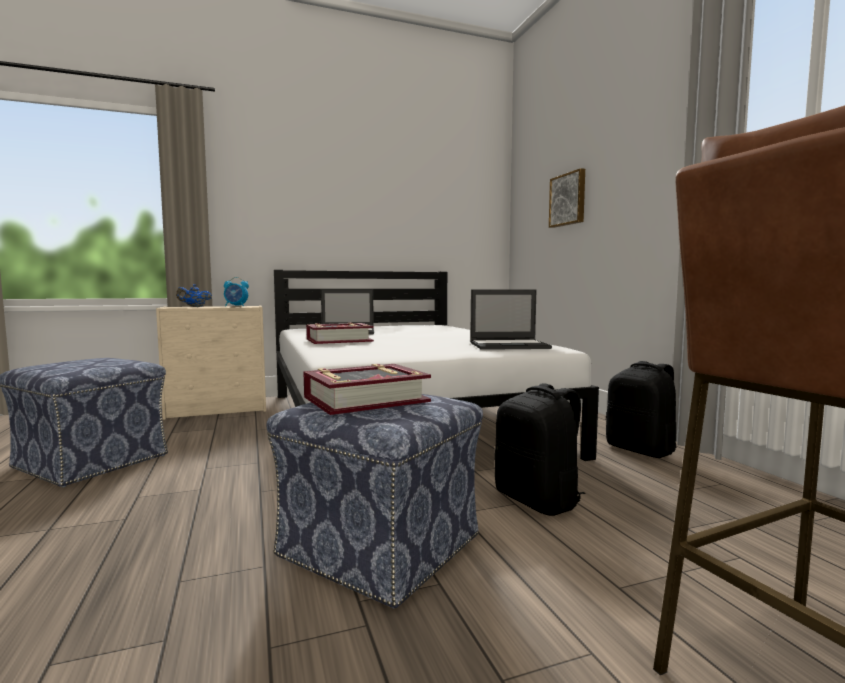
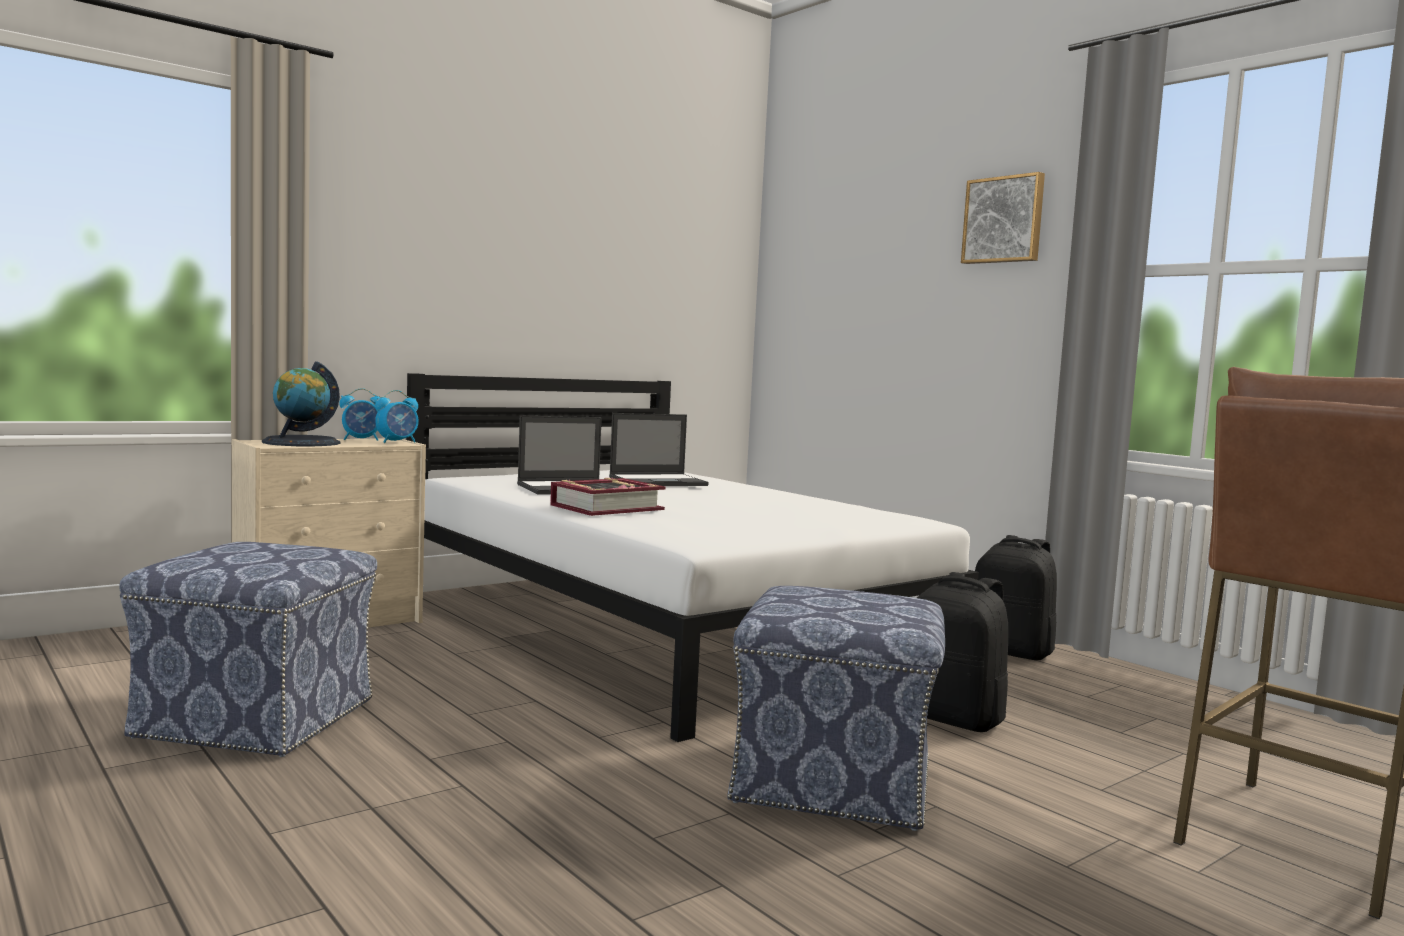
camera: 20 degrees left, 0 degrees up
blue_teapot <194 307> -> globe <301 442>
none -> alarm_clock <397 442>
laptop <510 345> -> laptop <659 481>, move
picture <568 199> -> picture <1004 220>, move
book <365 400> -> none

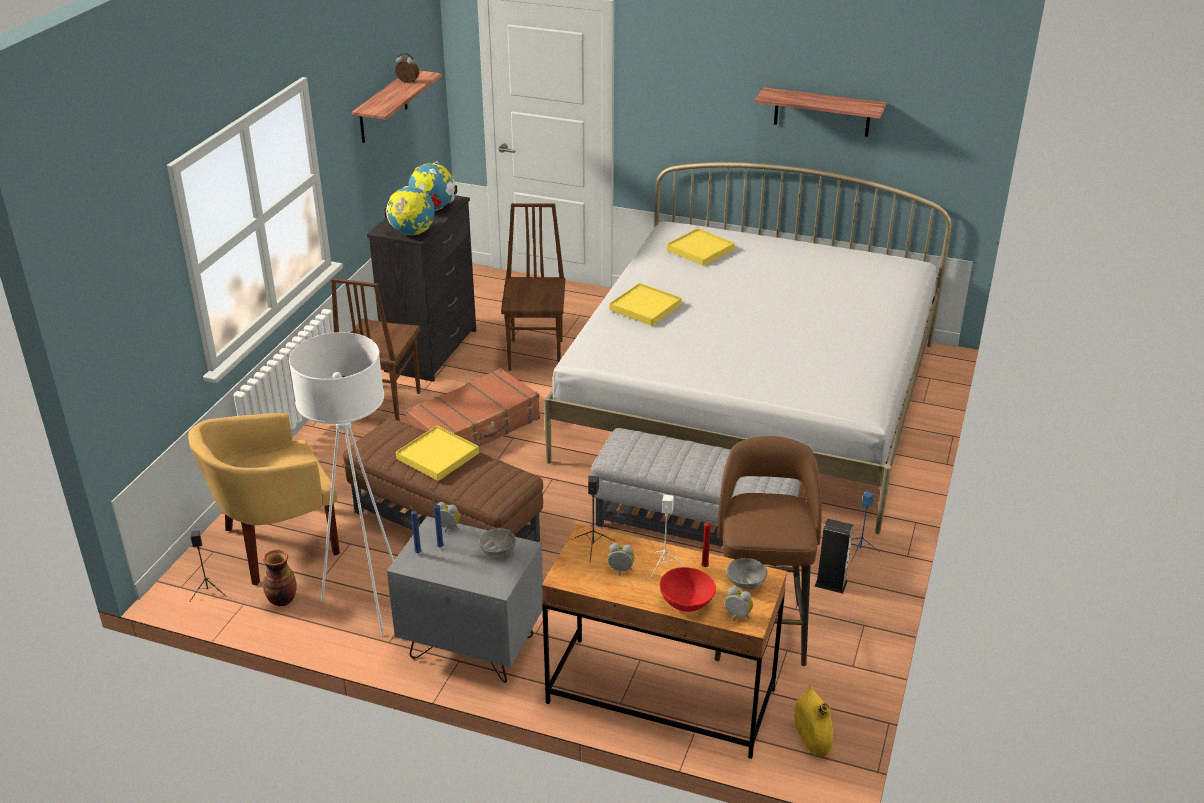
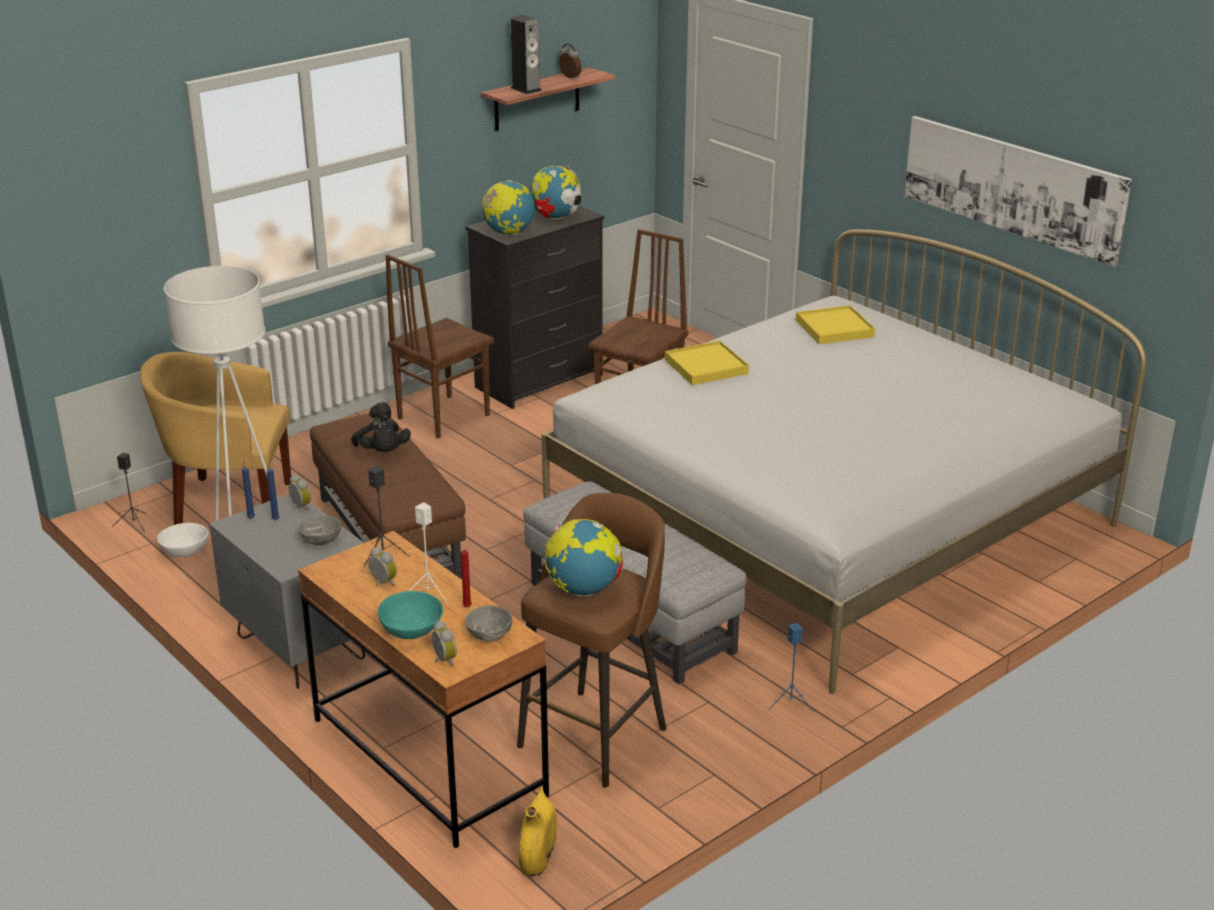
camera: 30 degrees right, 5 degrees down
vase <281 600> -> white_bowl <184 551>
yellow_tray <437 456> -> black_plush_toy <383 452>
red_bowl <686 601> -> turquoise_bowl <412 630>
speaker <830 583> -> speaker <526 89>, move
none -> globe <584 590>
shelf <822 112> -> picture <1012 187>
brown_suitcase <475 427> -> none

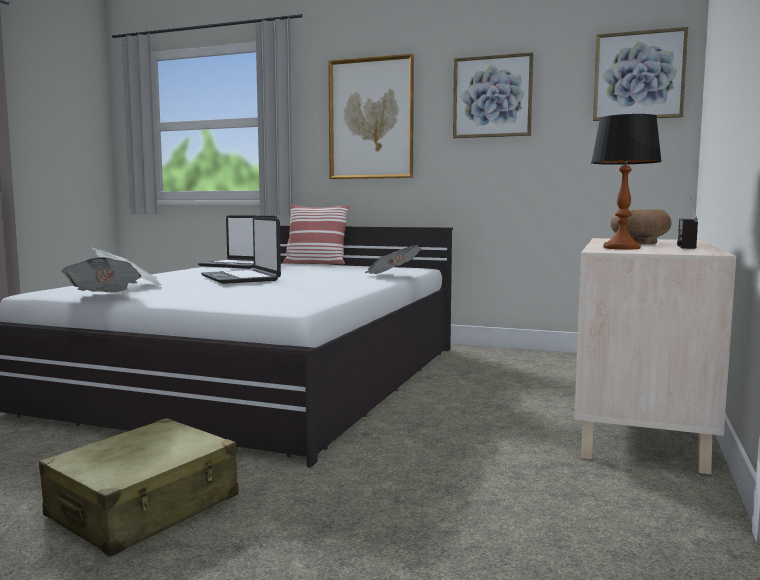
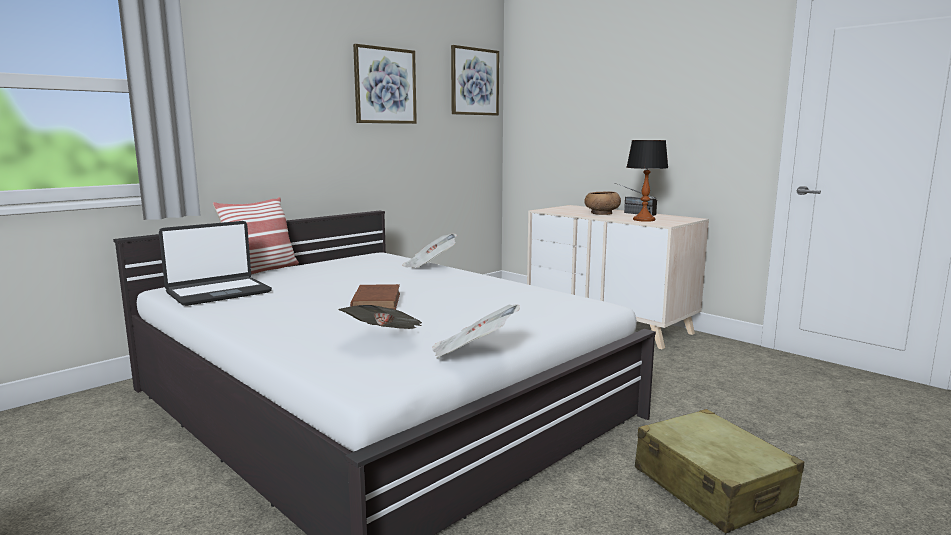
camera: 65 degrees left, 5 degrees up
laptop <241 278> -> brown_book <376 301>
picture <371 119> -> none

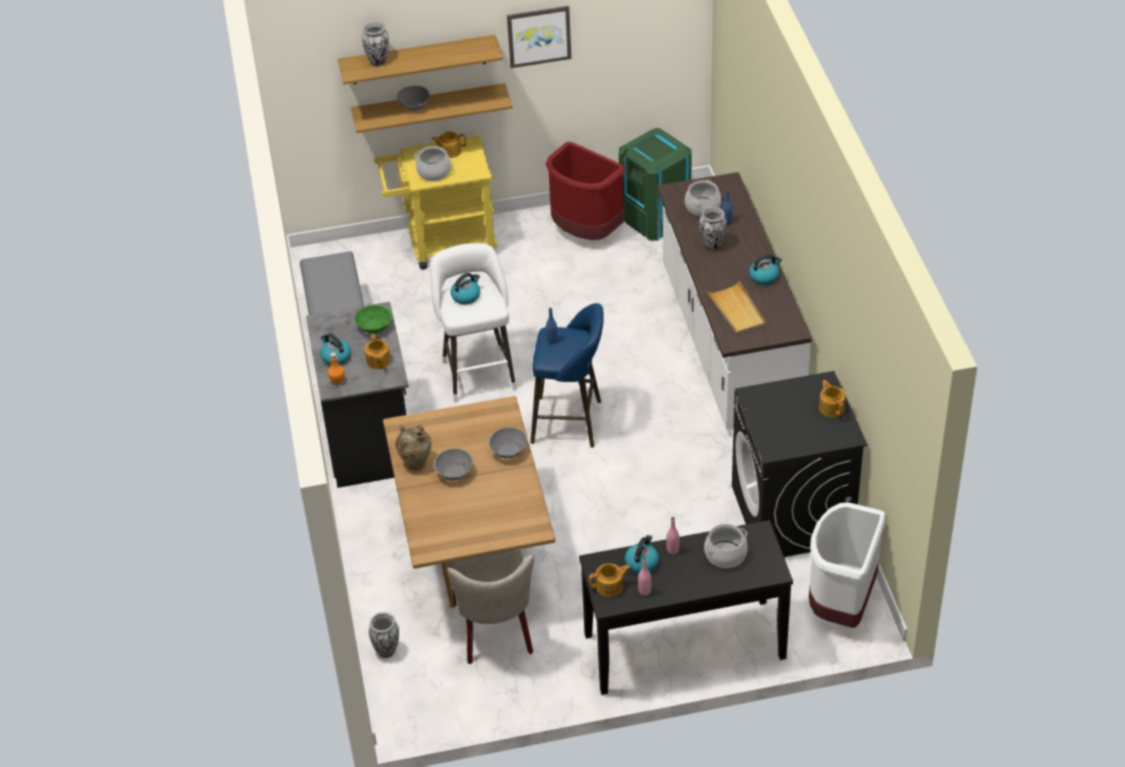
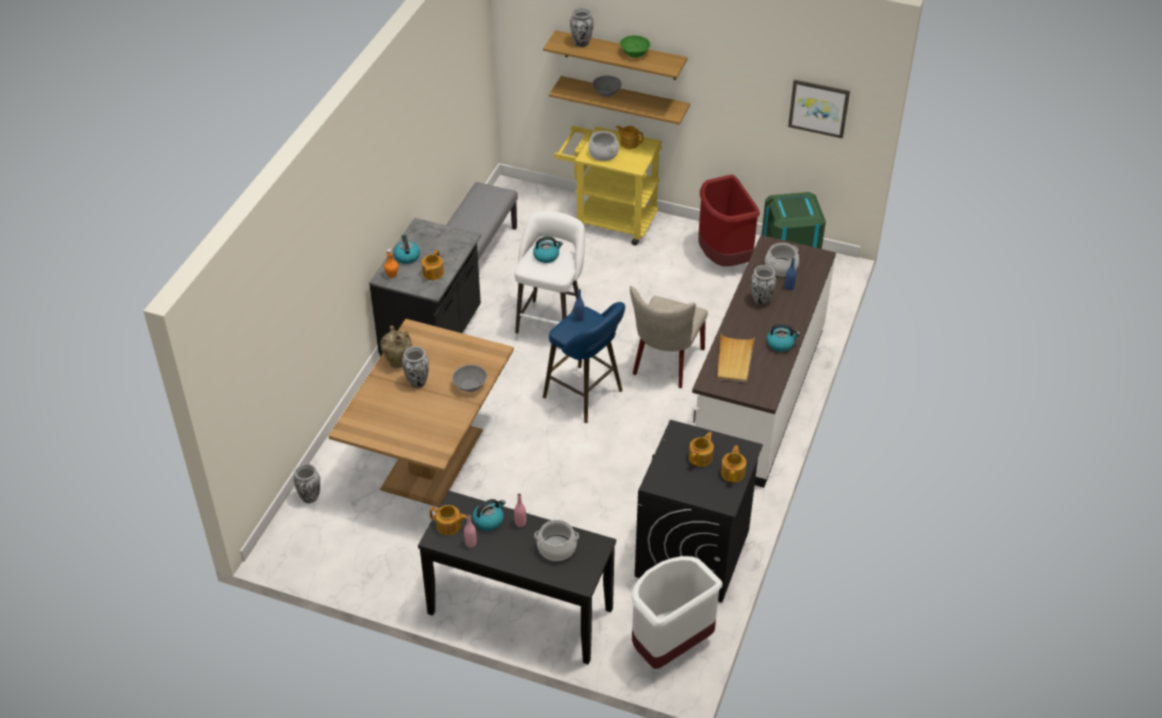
camera: 30 degrees right, 0 degrees up
grey_bowl <454 473> -> vase <417 382>
green_bowl <374 328> -> green_bowl <634 54>, move
beige_chair <496 633> -> beige_chair <665 364>, move
none -> teapot <701 457>
picture <539 36> -> picture <819 108>, move

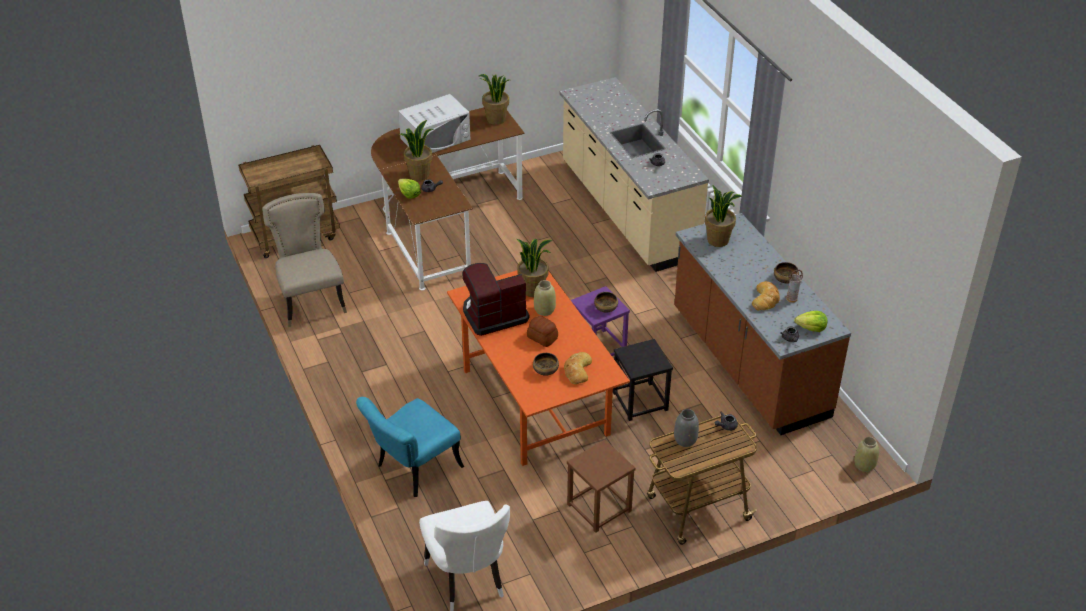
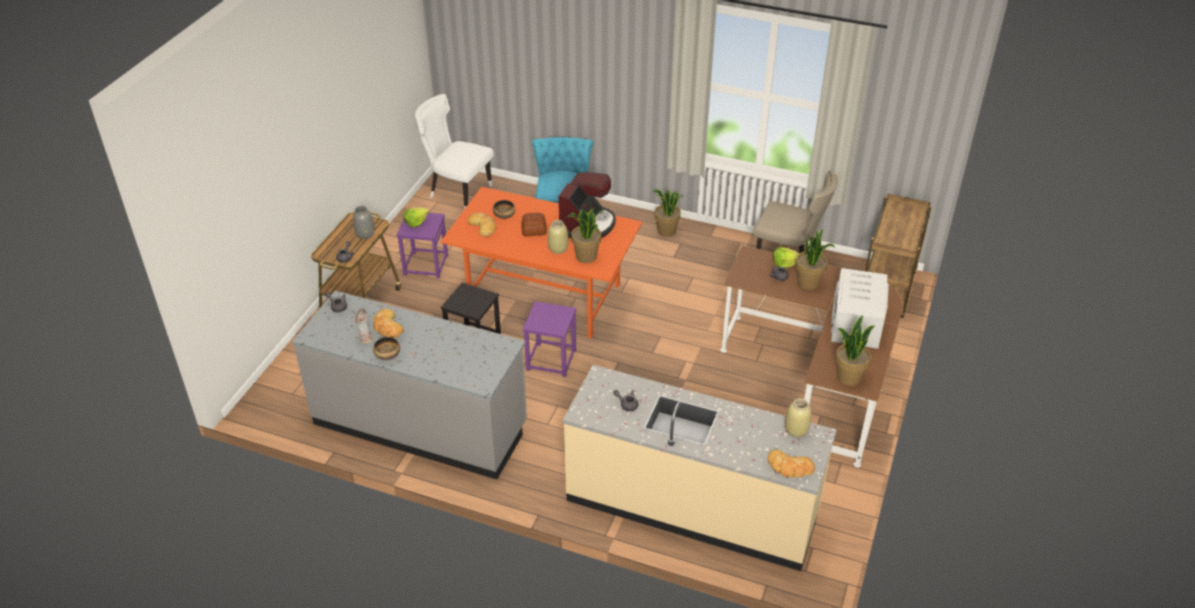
camera: 135 degrees right, 0 degrees up
brown_counter <748 364> -> grey_counter <421 424>
brown_stool <599 508> -> purple_stool <425 265>
lettuce <811 328> -> lettuce <416 222>, move
potted_plant <718 240> -> potted_plant <666 231>, move
none -> bread <790 467>
beige_vase <864 465> -> beige_vase <796 430>, move
bowl <606 307> -> none

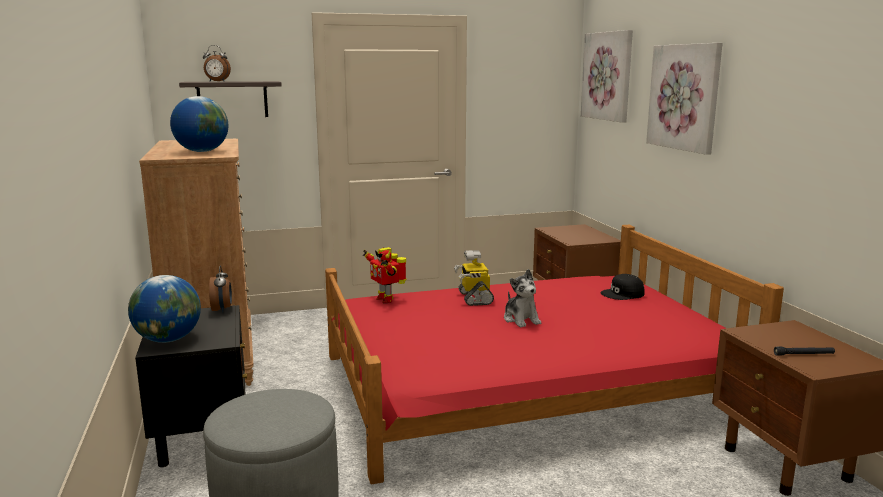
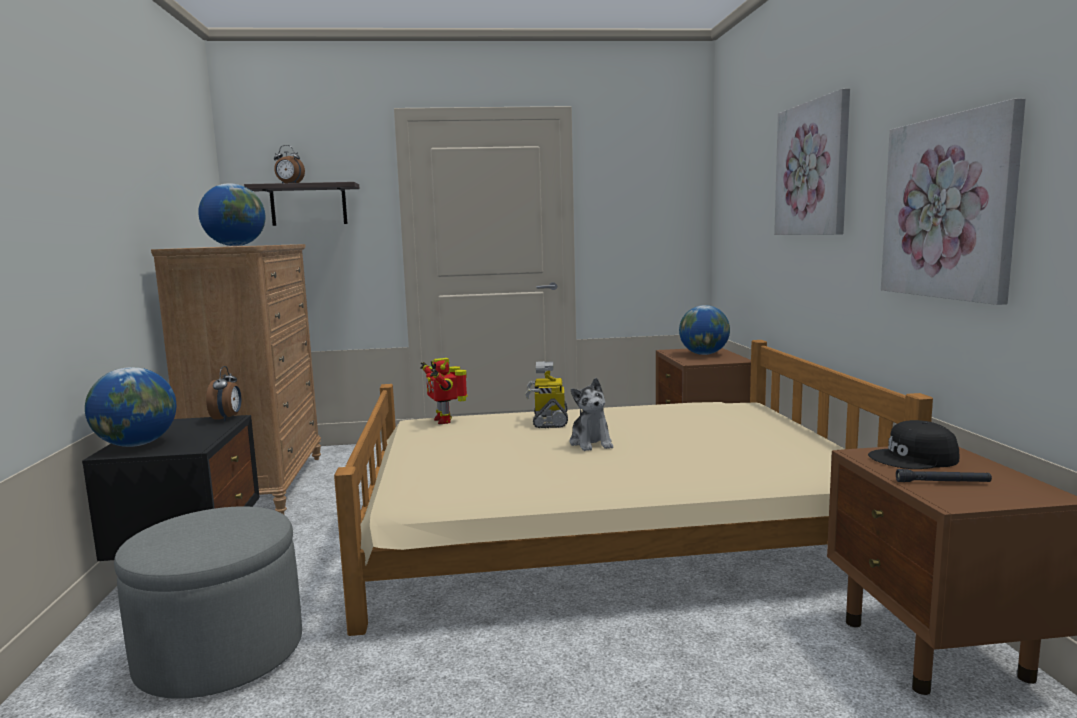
camera: 10 degrees right, 5 degrees down
red_bed <525 385> -> beige_bed <603 529>
none -> globe <704 354>
black_cap <623 294> -> black_cap <914 458>, move
picture <608 76> -> picture <949 207>, move

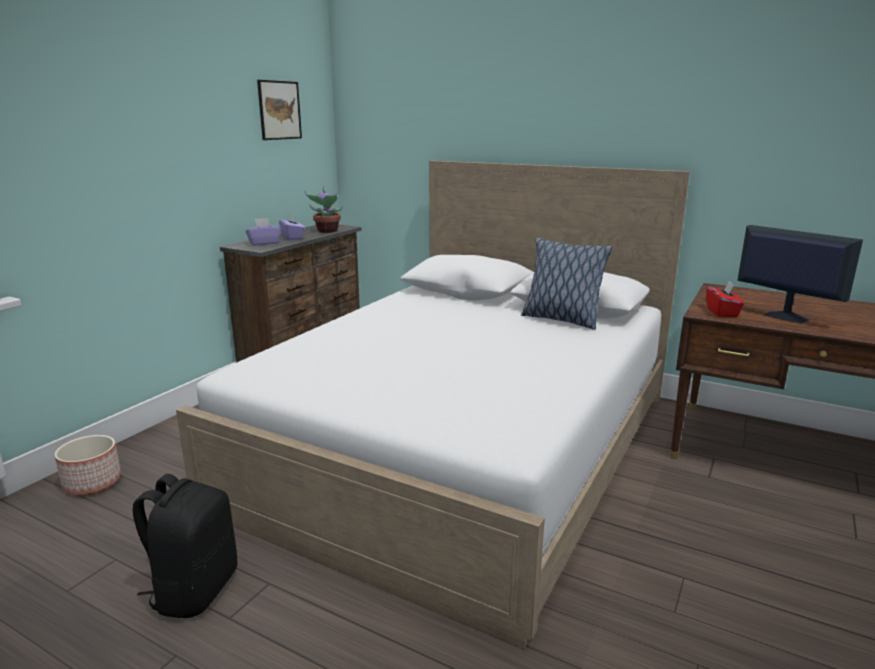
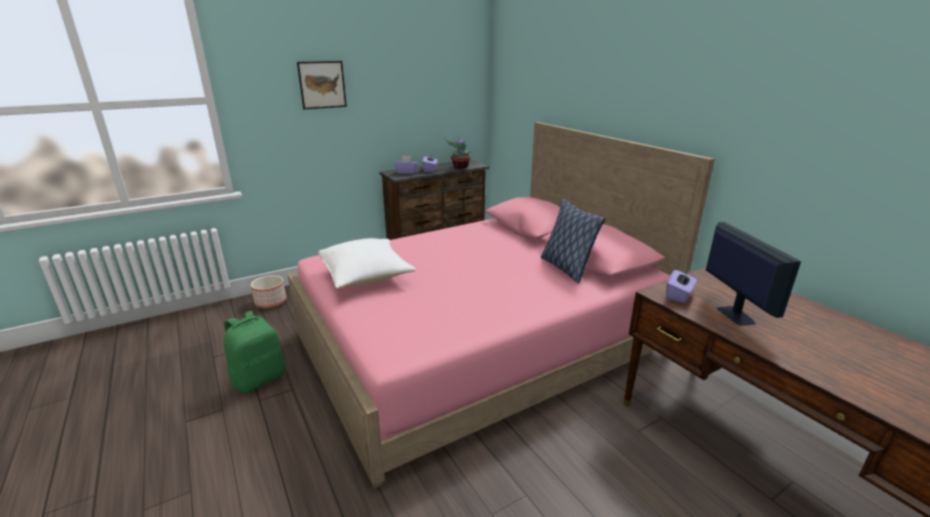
camera: 30 degrees right, 5 degrees up
black_backpack <194 590> -> green_backpack <259 378>
white_bed <464 446> -> pink_bed <479 343>
picture <279 110> -> picture <322 85>, move
none -> white_pillow <367 277>
red_tissue_box <722 312> -> purple_tissue_box <679 296>

